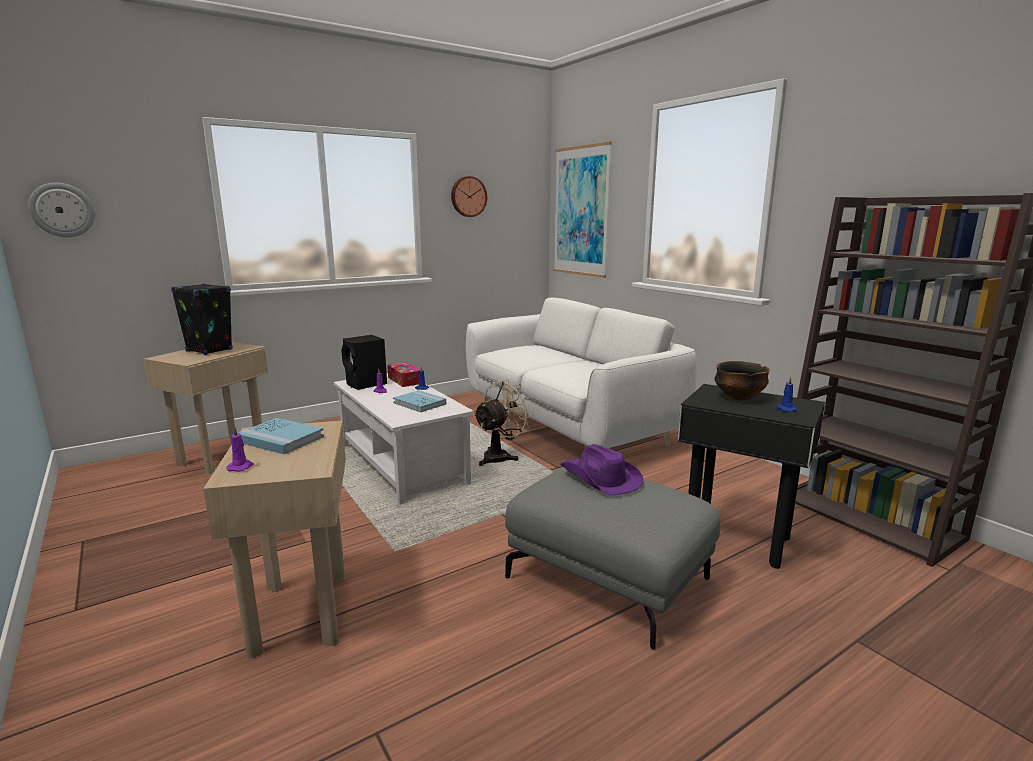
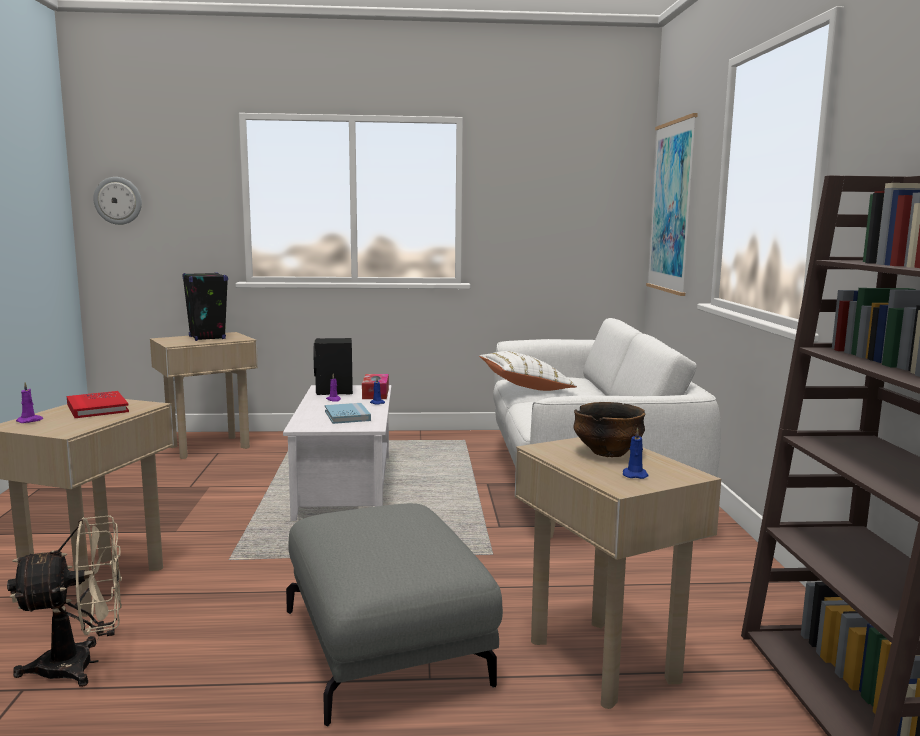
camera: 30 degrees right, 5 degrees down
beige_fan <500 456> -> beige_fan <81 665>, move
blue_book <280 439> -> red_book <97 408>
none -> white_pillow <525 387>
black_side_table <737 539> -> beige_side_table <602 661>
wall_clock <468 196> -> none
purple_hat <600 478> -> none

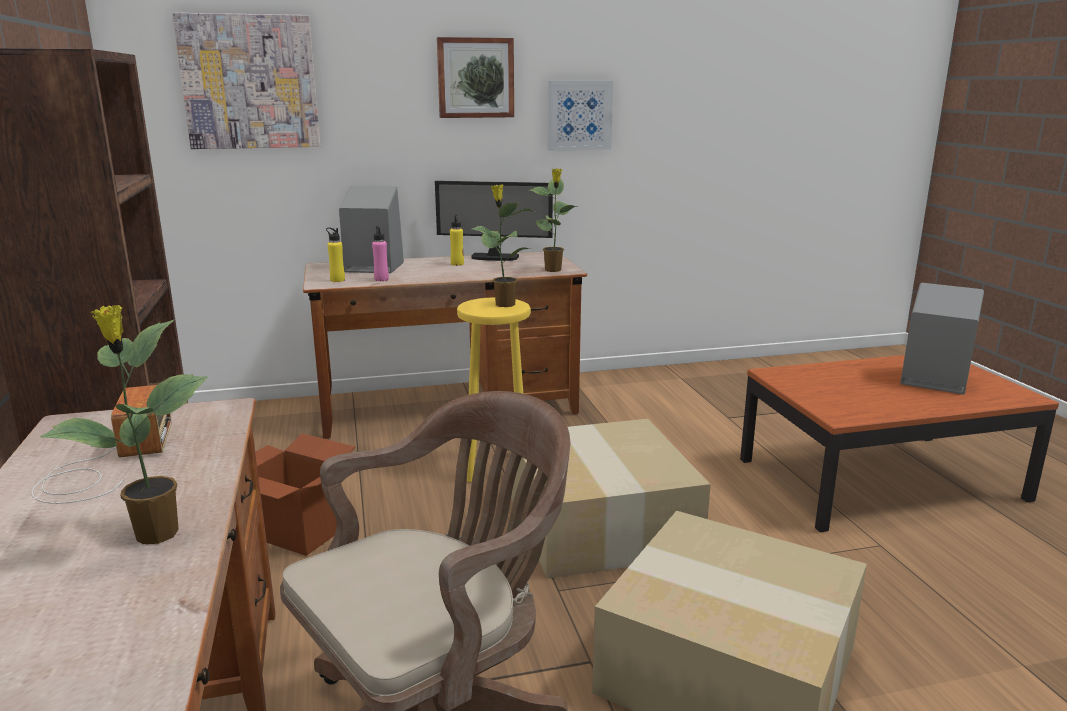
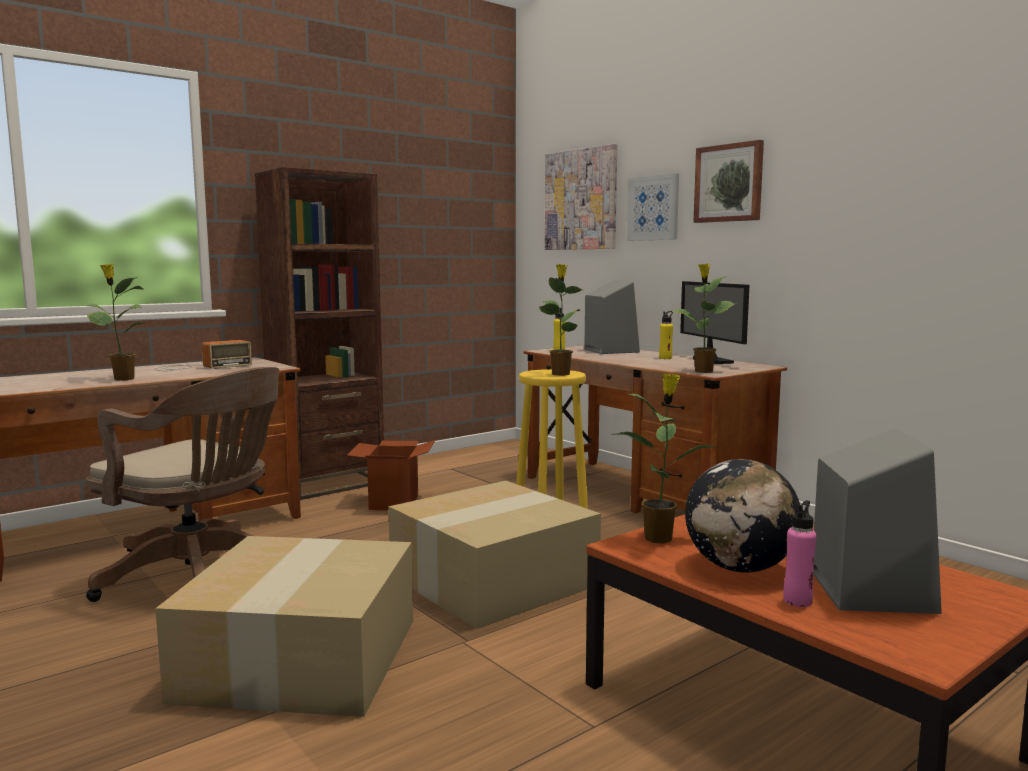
camera: 65 degrees right, 10 degrees down
none -> potted_plant <659 538>
picture <579 115> -> picture <653 208>, move
none -> globe <739 568>
pink_bottle <381 279> -> pink_bottle <797 601>, move

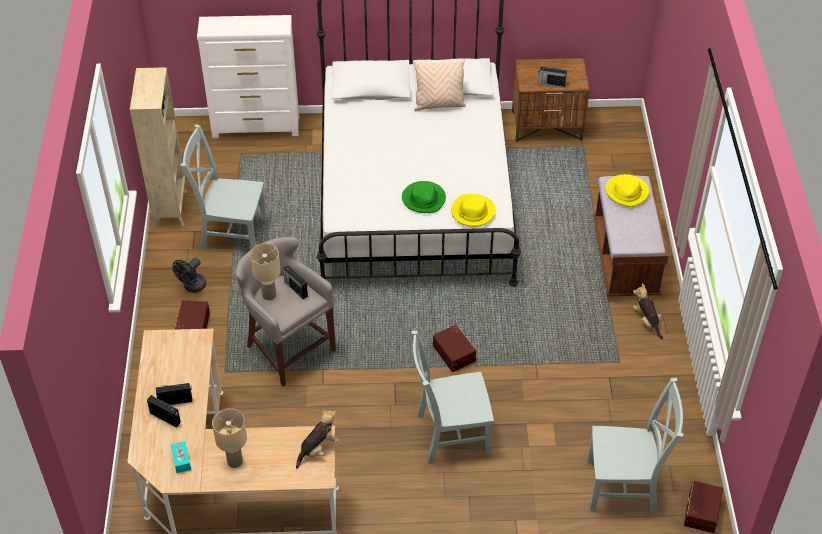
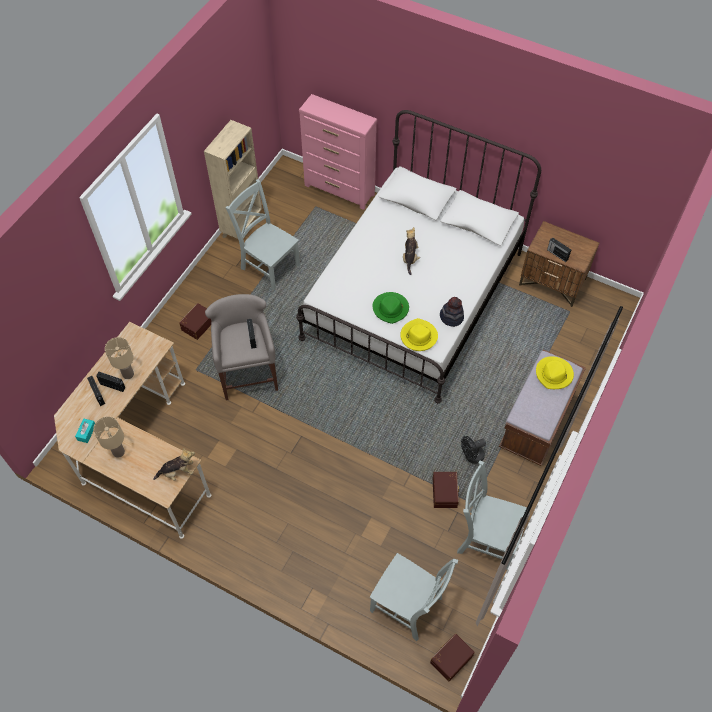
camera: 30 degrees right, 10 degrees up
beige_table_lamp <269 295> -> beige_table_lamp <128 374>, move
white_dresser <256 127> -> pink_dresser <340 190>
plush_toy <646 321> -> plush_toy <410 258>, move
brown_storage_box <455 353> -> brown_storage_box <445 492>, move
none -> hat <451 317>
grey_chair <449 434> -> grey_chair <486 538>, move
black_fan <192 287> -> black_fan <471 456>, move
beige_pillow <439 104> -> none

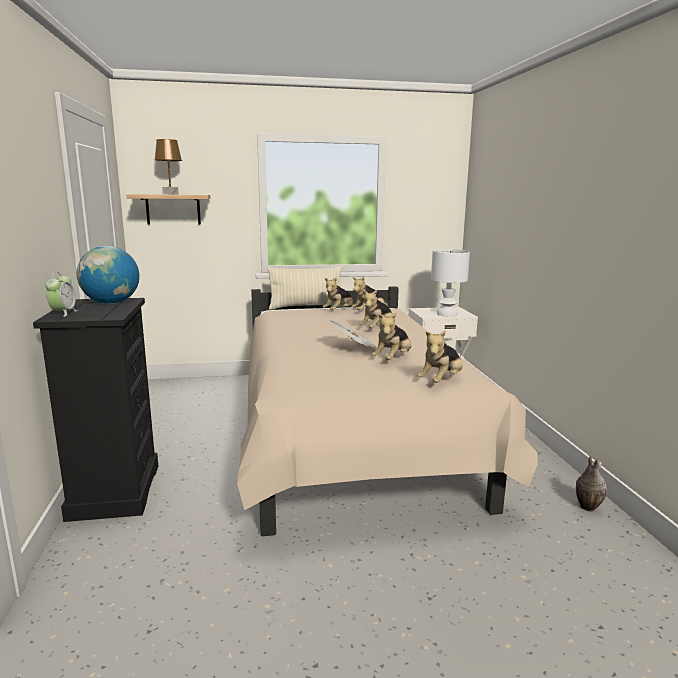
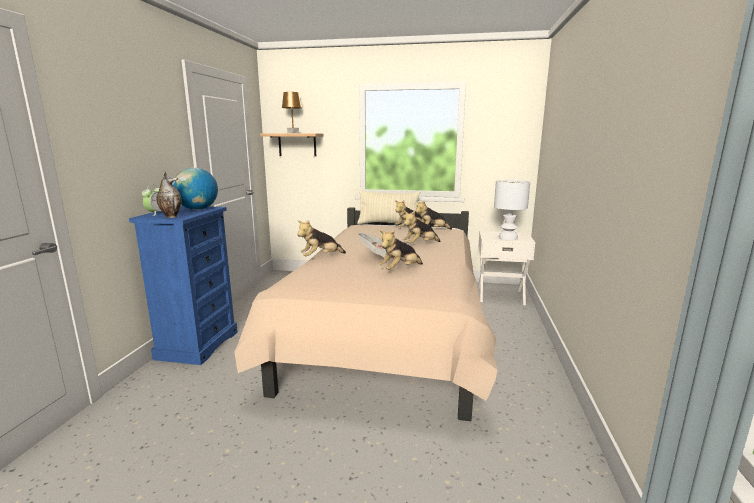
camera: 20 degrees right, 0 degrees up
black_dresser <115 491> -> blue_dresser <198 345>
vase <586 507> -> vase <171 216>, move
plush_toy <441 381> -> plush_toy <321 257>, move

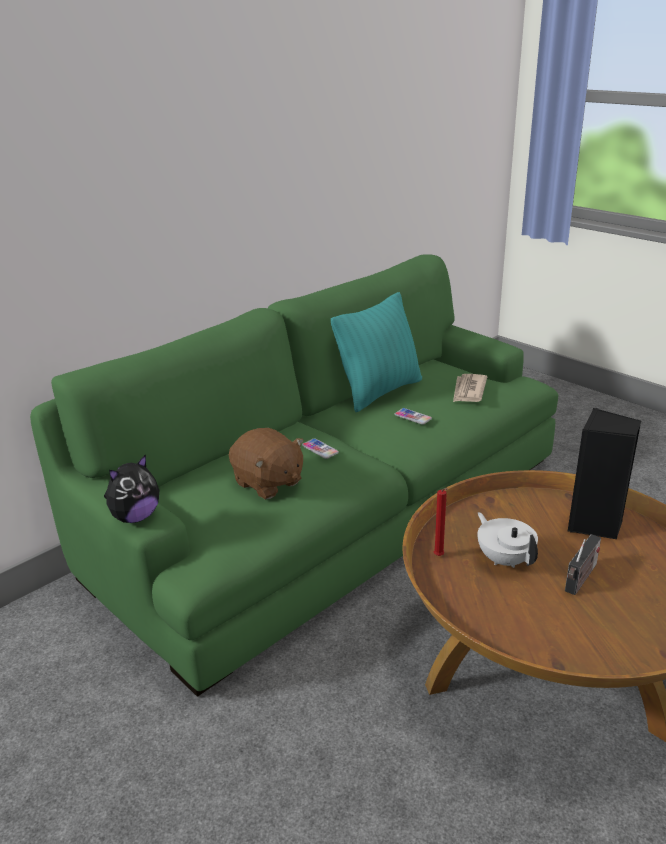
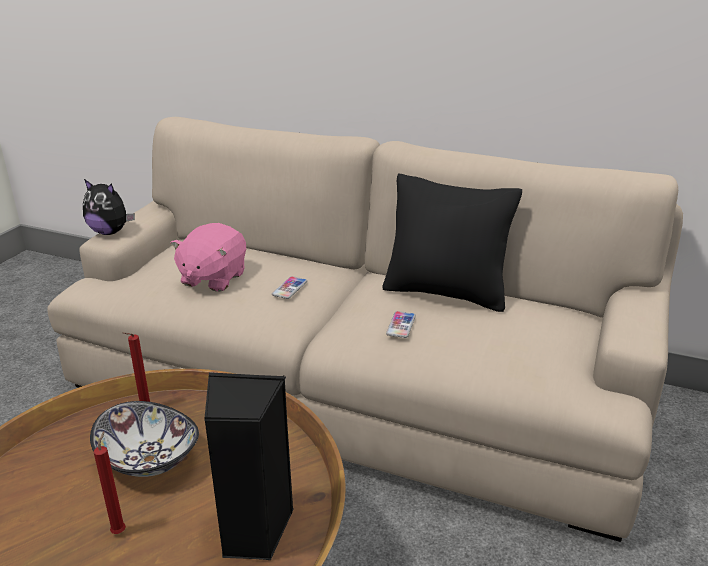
camera: 65 degrees right, 0 degrees up
green_sofa <335 515> -> beige_sofa <355 388>
white_teapot <504 559> -> bowl <150 459>
radio <580 579> -> red_candle <120 530>
brown_plush_toy <268 483> -> pink_plush_toy <212 278>
turquoise_pillow <379 392> -> black_pillow <445 293>
newspaper <468 390> -> none

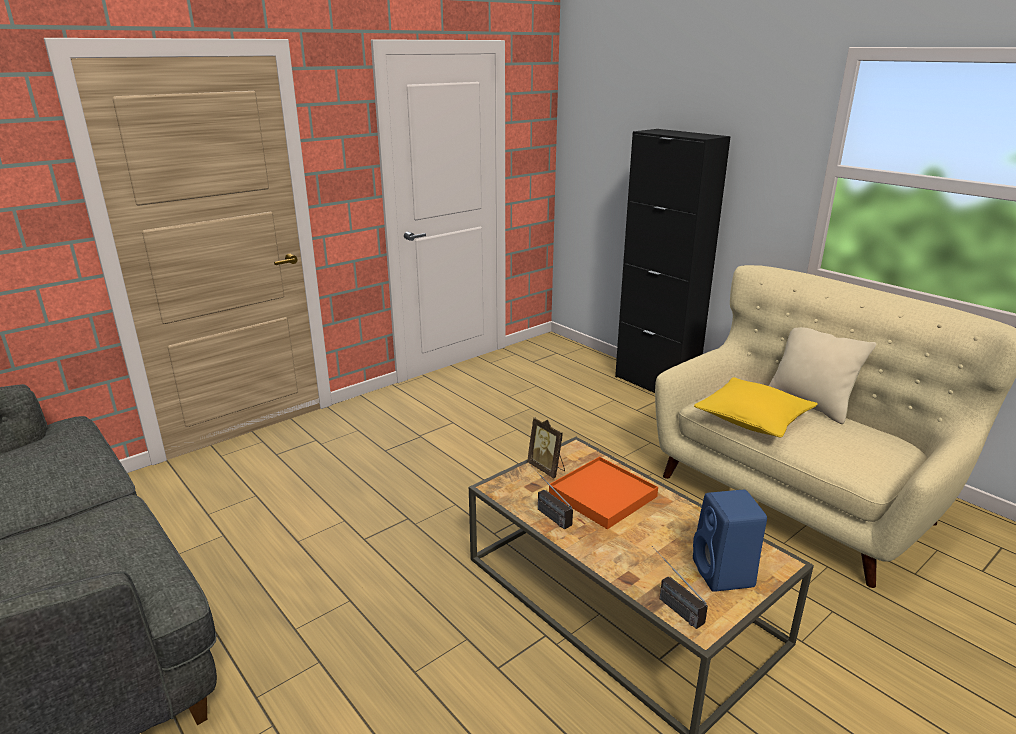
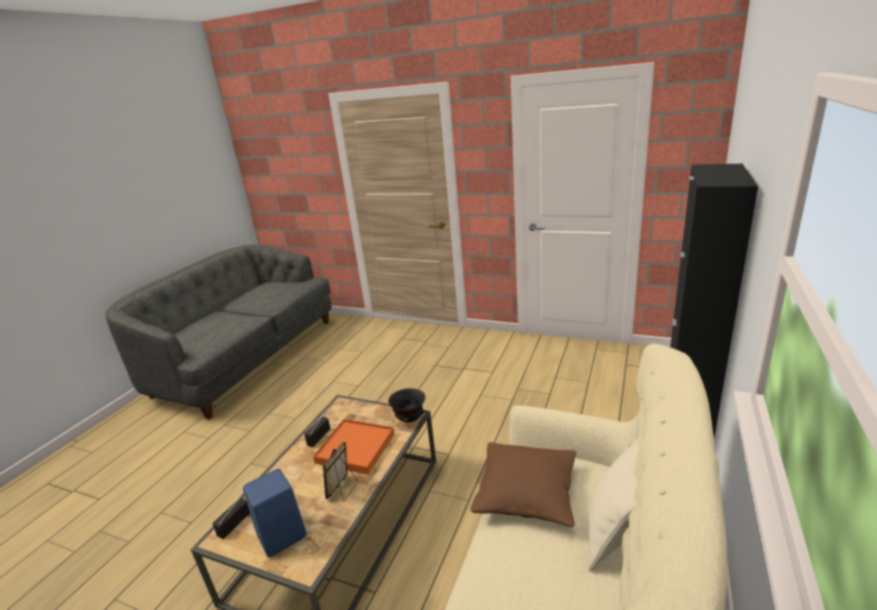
camera: 65 degrees right, 0 degrees up
picture_frame <547 469> -> picture_frame <343 489>, move
none -> black_bowl <409 419>
yellow_pillow <753 419> -> brown_pillow <526 493>

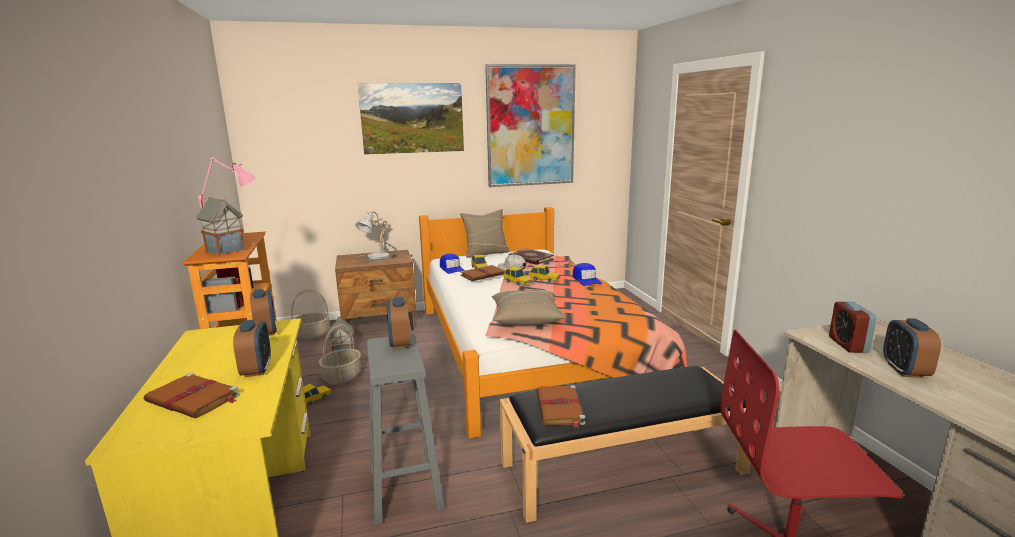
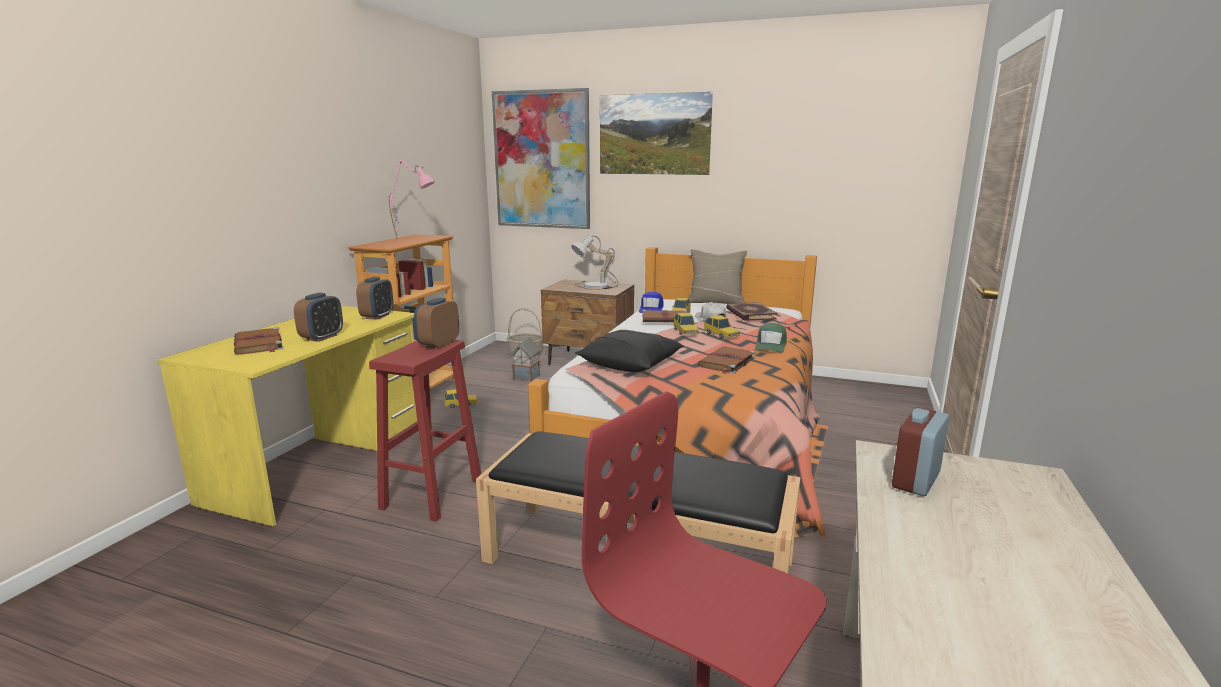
camera: 35 degrees right, 0 degrees up
grey_stool <406 490> -> red_stool <431 495>
picture <531 126> -> picture <541 160>, move
beige_pillow <526 318> -> black_pillow <630 364>
brown_book <560 408> -> brown_book <726 362>, move
blue_cap <586 279> -> green_cap <771 345>
toy_house <225 250> -> none
basket <342 376> -> none
alarm_clock <905 370> -> none

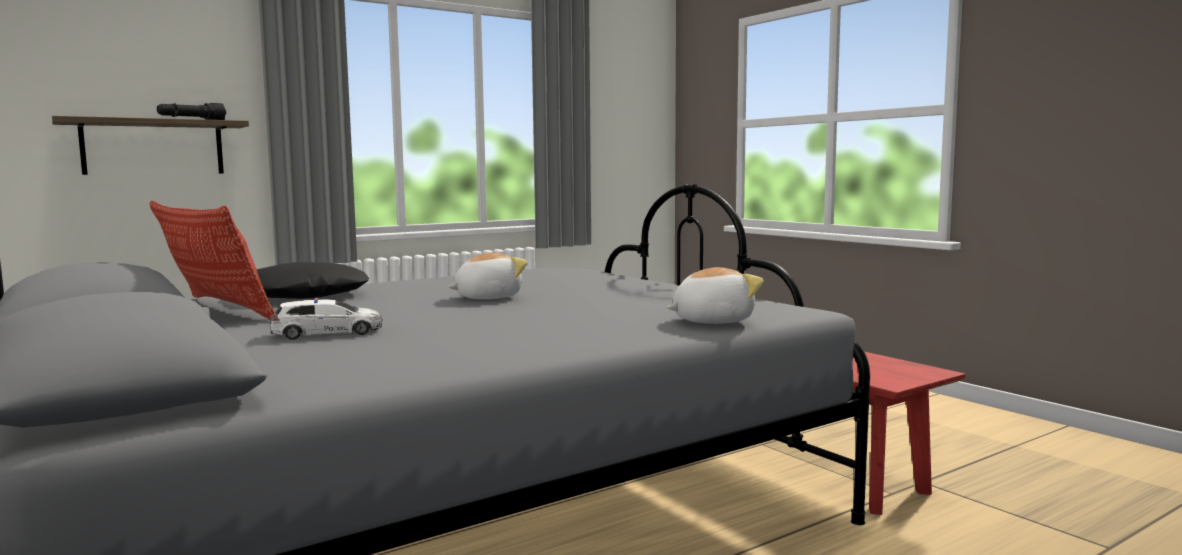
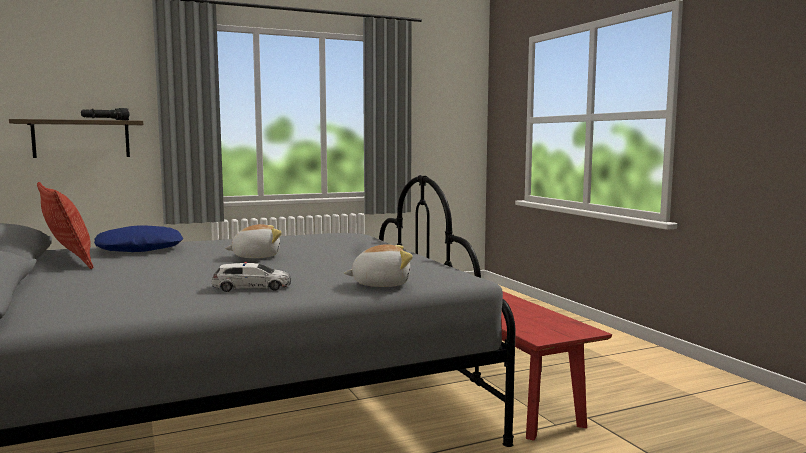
camera: 10 degrees right, 0 degrees up
black_pillow <305 295> -> blue_pillow <140 249>
toy_car <328 333> -> toy_car <252 287>, move

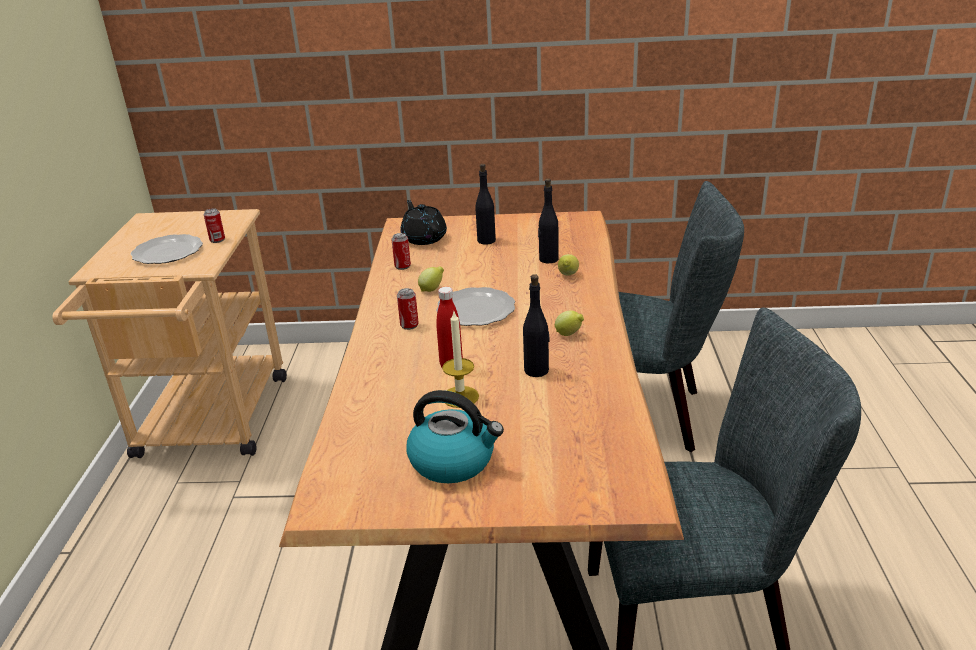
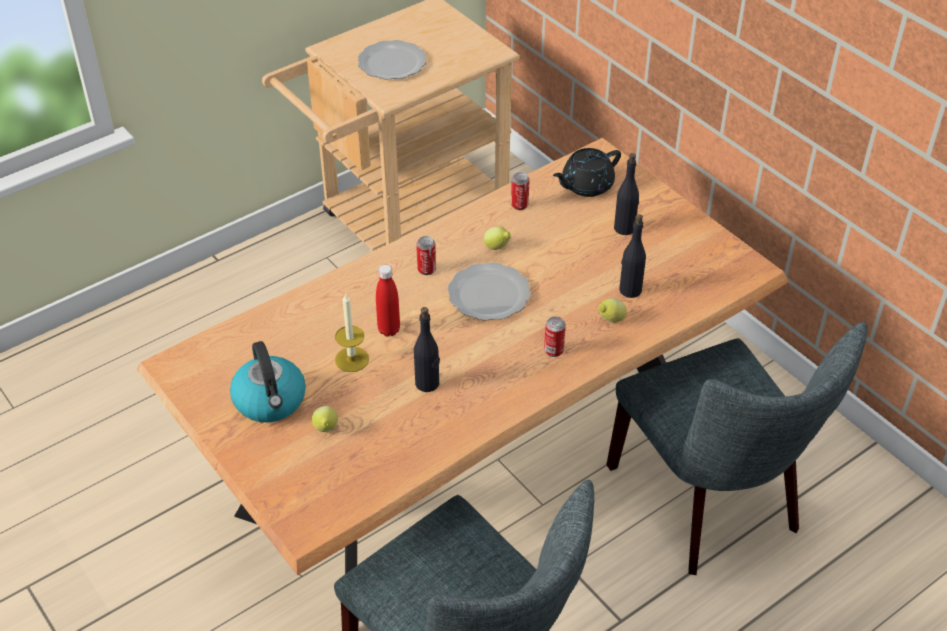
camera: 50 degrees right, 15 degrees up
lemon <569 334> -> lemon <326 429>, move
can <217 240> -> can <553 350>, move
black_teapot <424 238> -> black_teapot <586 185>, 150 degrees counterclockwise

